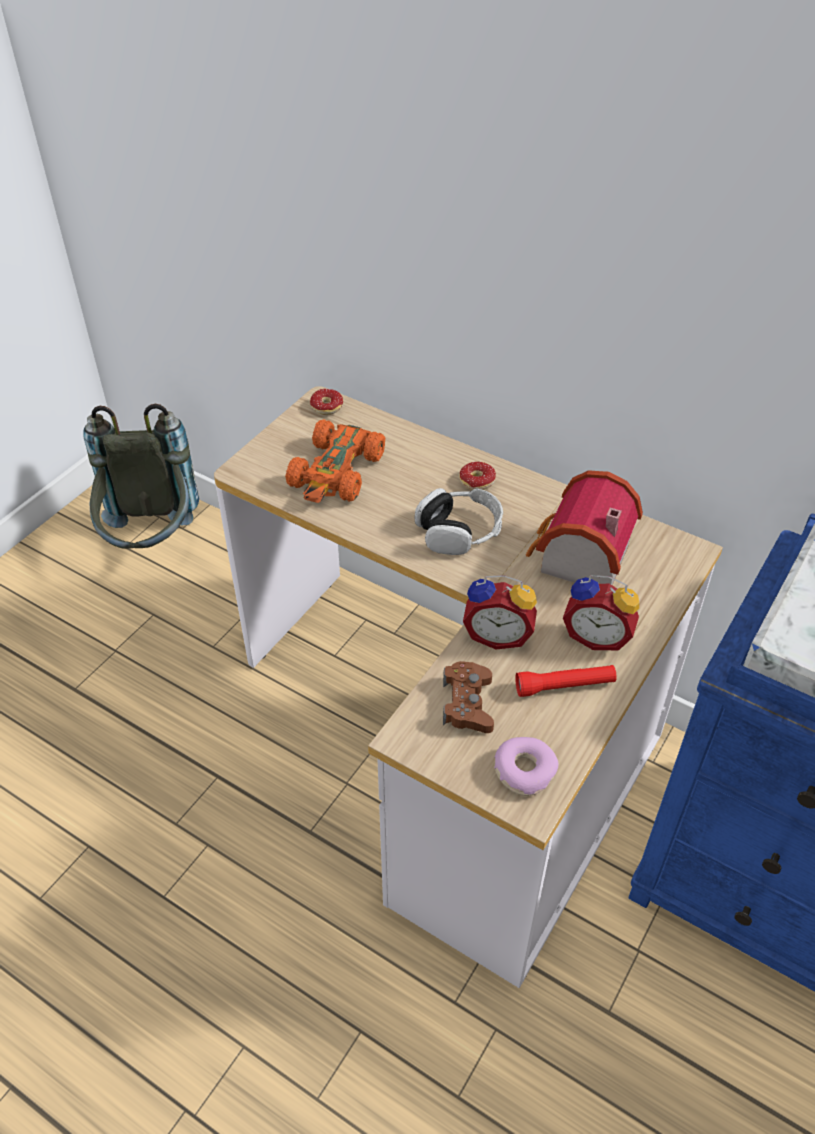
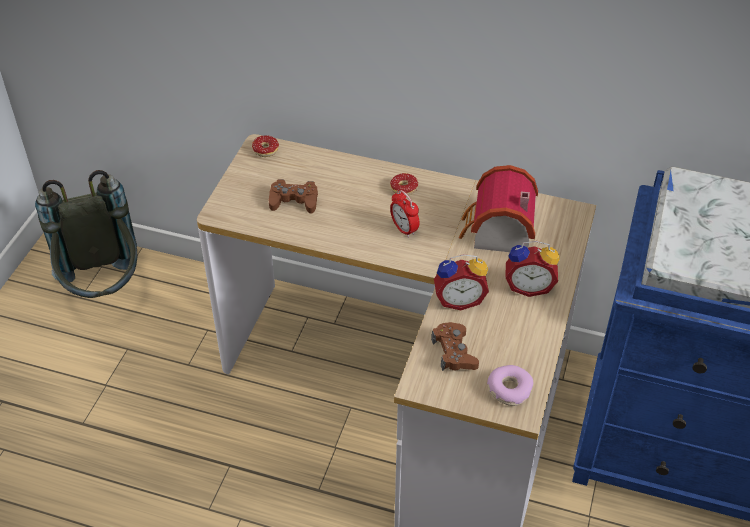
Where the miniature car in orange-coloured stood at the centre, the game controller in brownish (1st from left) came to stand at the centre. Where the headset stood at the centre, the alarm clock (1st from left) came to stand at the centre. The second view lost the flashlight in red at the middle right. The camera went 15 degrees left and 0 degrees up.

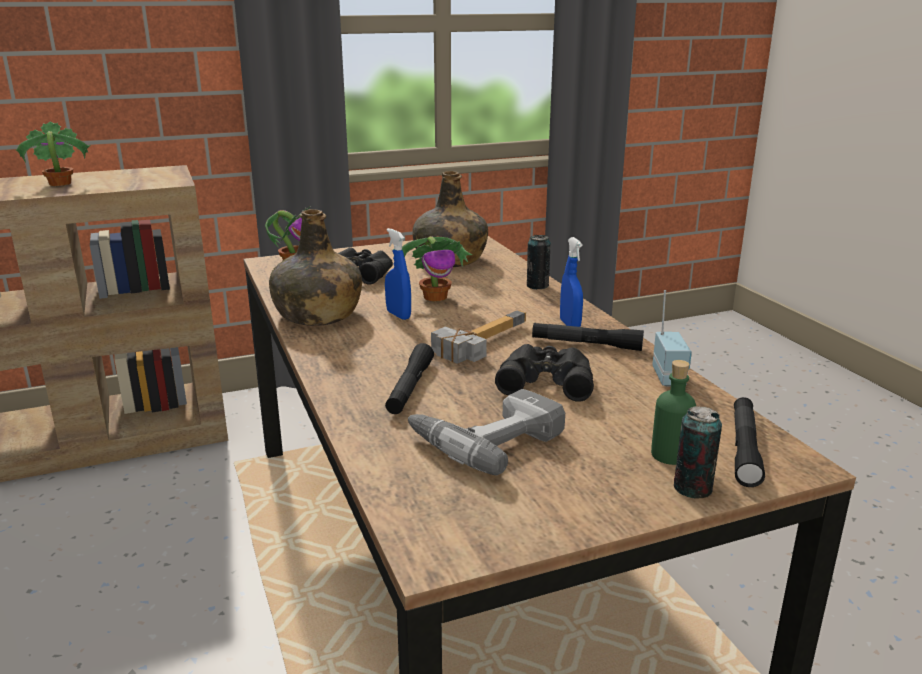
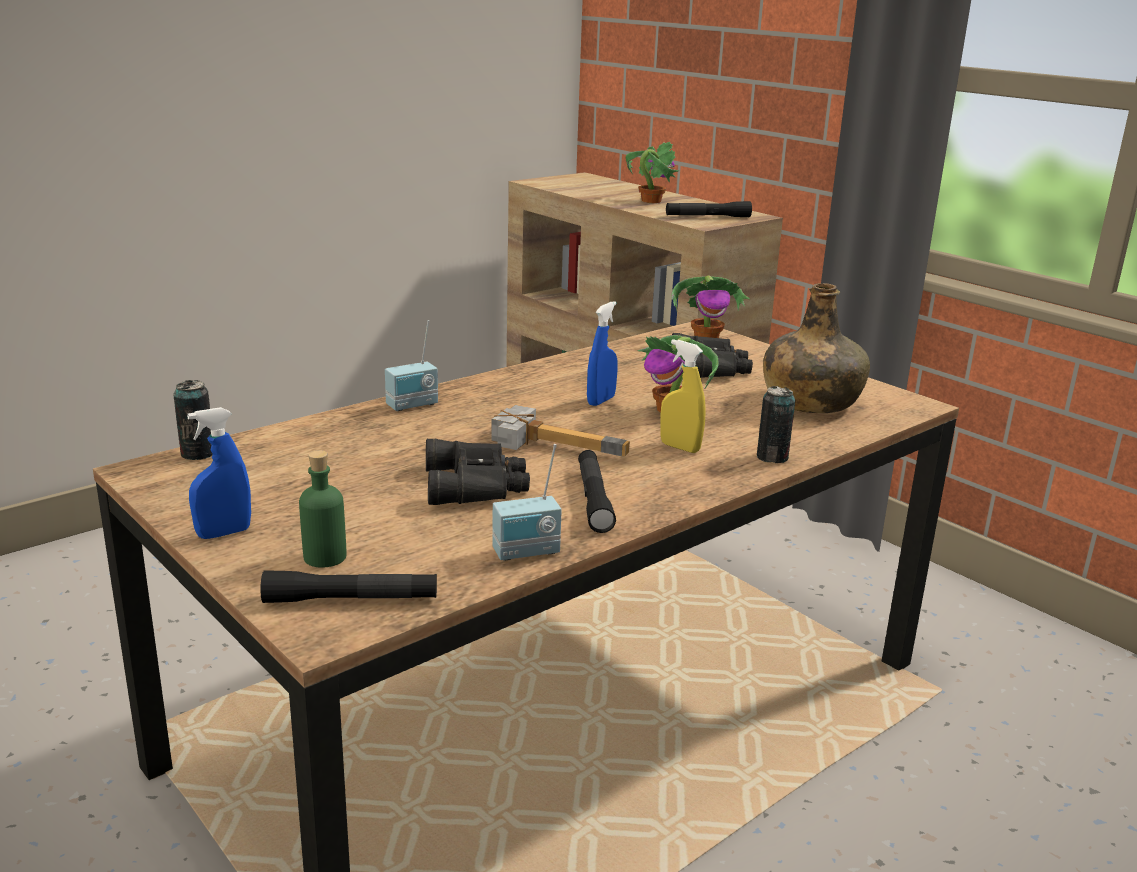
The sealed can (2nd from left in the first image) ended up elsewhere, having gone from the bottom right to the middle left. The spray bottle in blue (2nd from left in the first image) ended up elsewhere, having gone from the centre to the middle left. The second view gained the radio set (1st from left) at the centre. The second view gained the spray bottle in yellow at the centre. The flashlight in black-coloured (1st from left in the first image) ended up elsewhere, having gone from the centre to the top centre. The second view lost the drink bottle in green-coloured (1st from left) at the centre. The second view lost the electric drill at the centre. The camera went 70 degrees right and 0 degrees up.

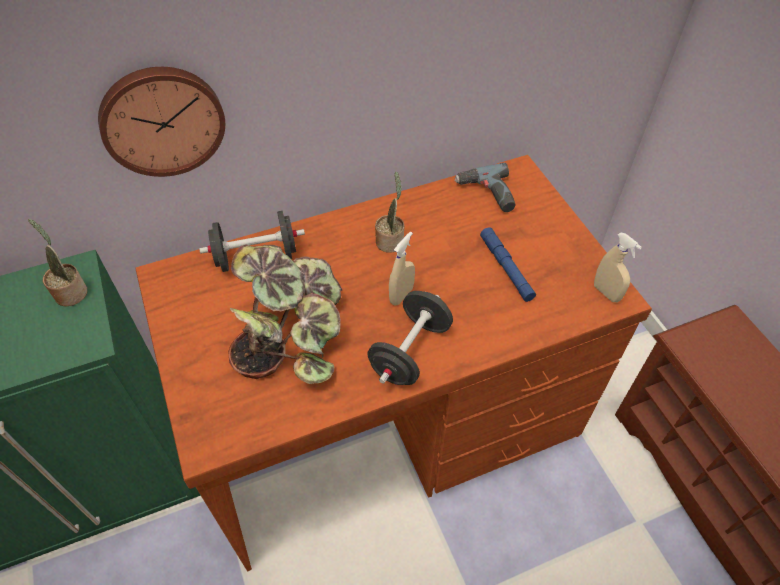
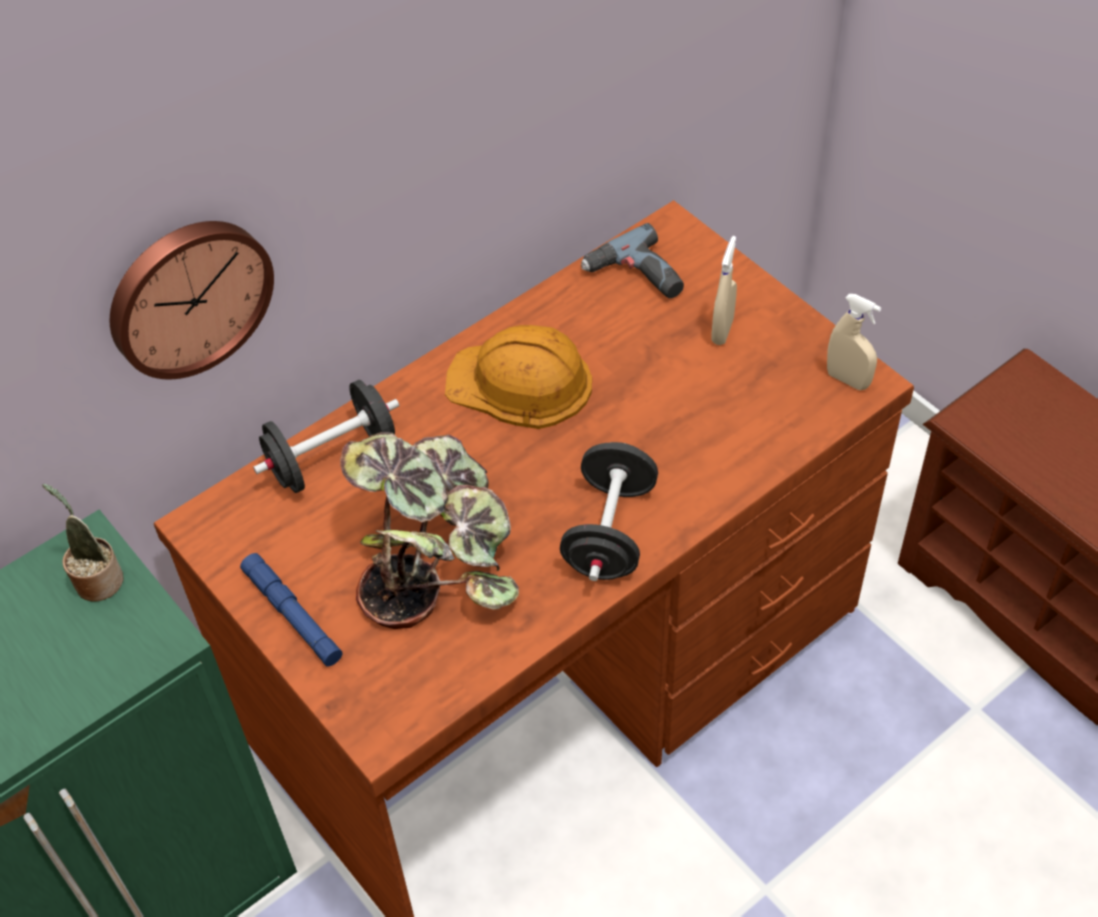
The flashlight in blue ended up elsewhere, having gone from the centre to the middle left. Where the potted plant (3rd from left) stood at the centre, the work helmet in orange-coloured came to stand at the centre. The spray bottle in beige-coloured (1st from left) ended up elsewhere, having gone from the centre to the top centre. The camera went 15 degrees left and 0 degrees up.

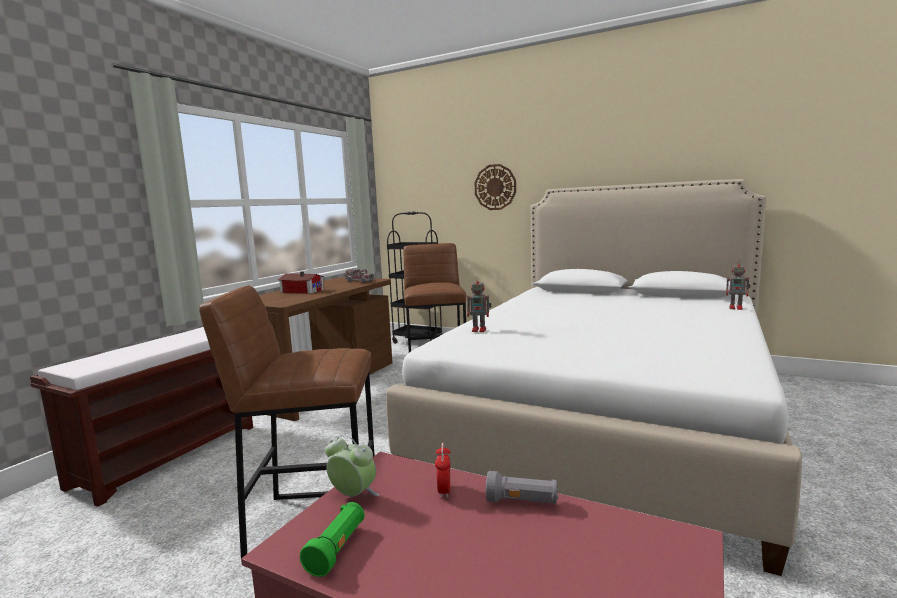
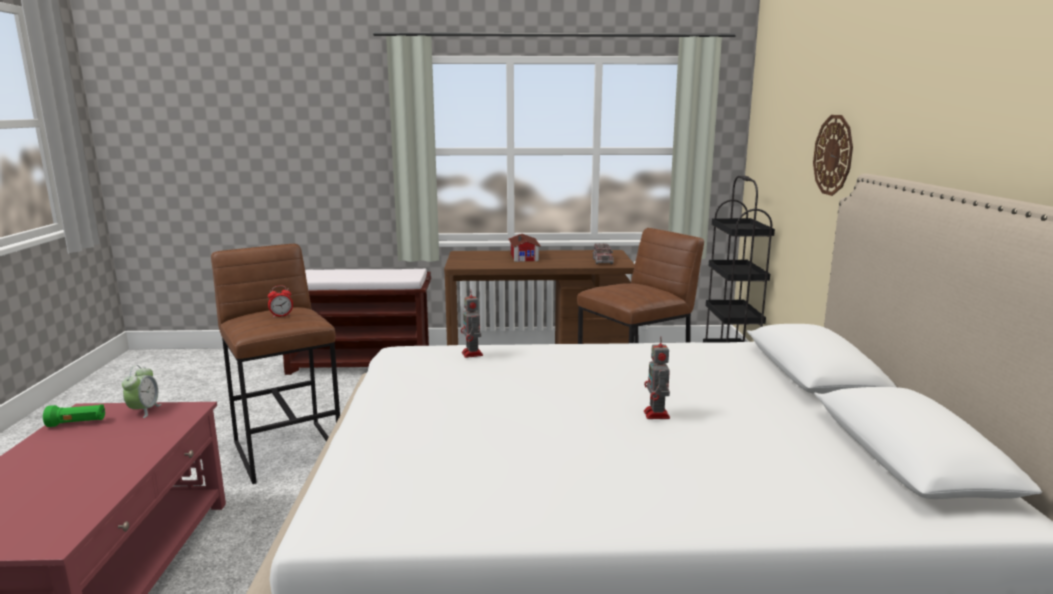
The alarm clock (2nd from left) ended up elsewhere, having gone from the bottom centre to the middle left. The robot figure (2nd from left) ended up elsewhere, having gone from the middle right to the centre. The second view lost the flashlight in greyish at the bottom centre. The camera went 60 degrees right and 5 degrees up.

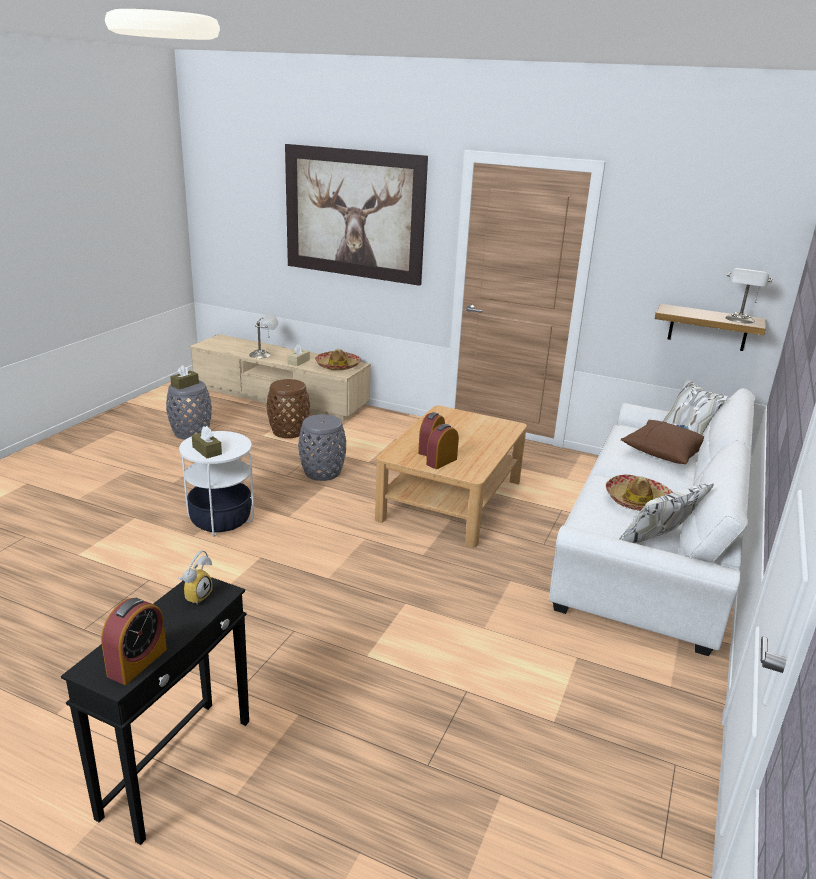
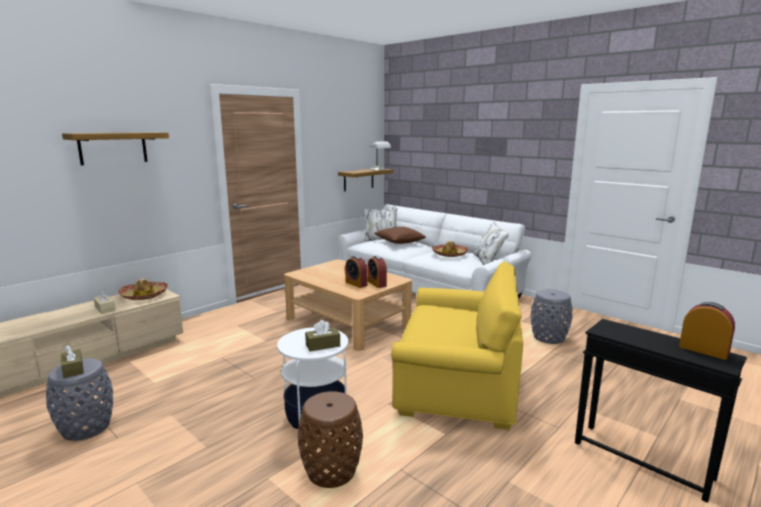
Where the picture hung at the top centre, the wall shelf (1st from left) came to hang at the top left. The stool seat in brownish ended up elsewhere, having gone from the centre to the bottom centre. The second view gained the armchair in yellow at the bottom centre. The stool seat in greyish (2nd from left) ended up elsewhere, having gone from the centre to the middle right. The second view lost the alarm clock (2nd from left) at the middle left. The second view lost the table lamp in white (1st from left) at the middle left. The camera went 70 degrees left and 10 degrees down.

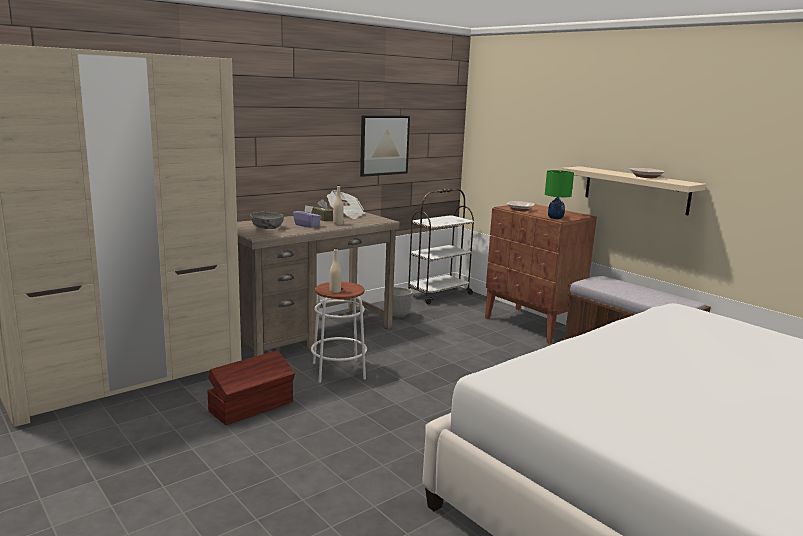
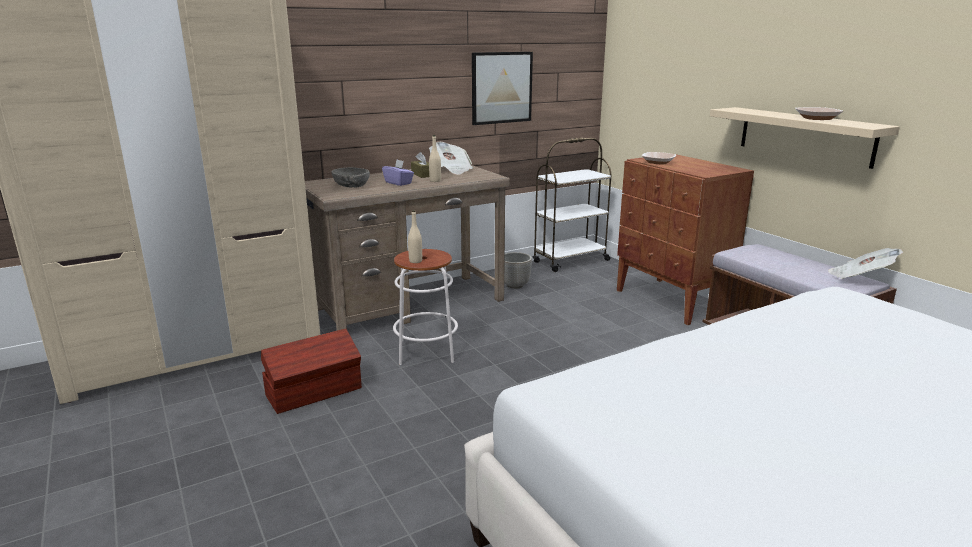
The second view gained the newspaper (2nd from left) at the middle right. The second view lost the table lamp in green-coloured at the middle right. The camera went 10 degrees right and 5 degrees up.

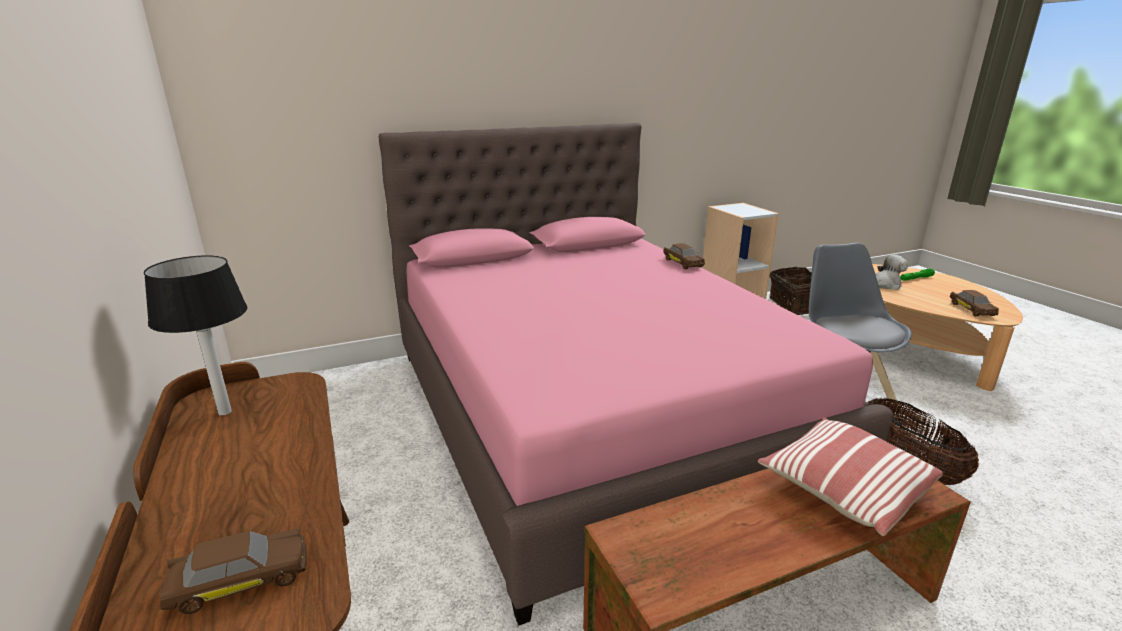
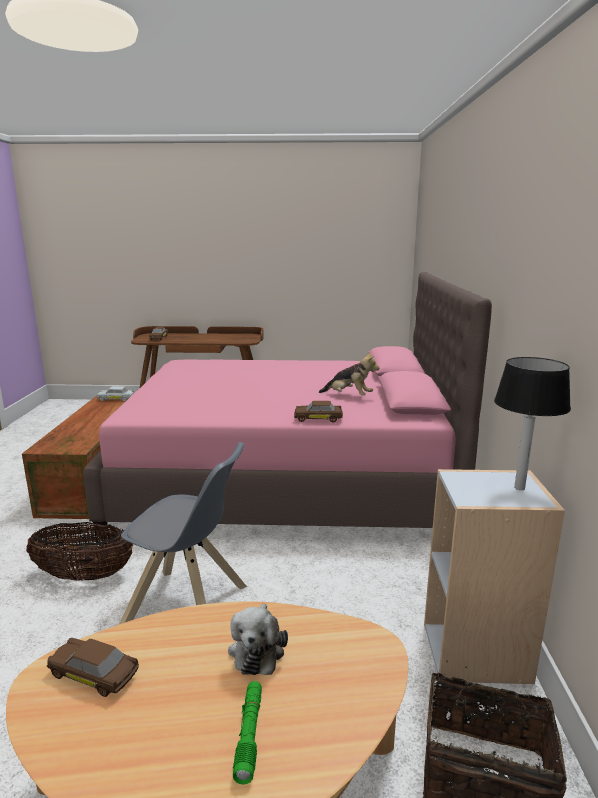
The second view gained the miniature car in white at the middle left. The second view gained the plush toy (2nd from left) at the centre. The table lamp ended up elsewhere, having gone from the middle left to the middle right. The second view lost the cushion at the bottom right. The camera went 115 degrees right and 5 degrees down.

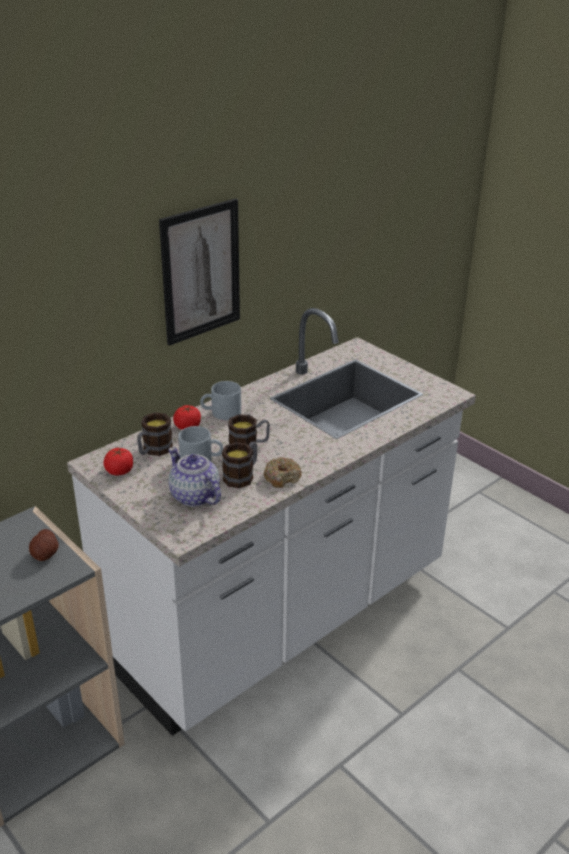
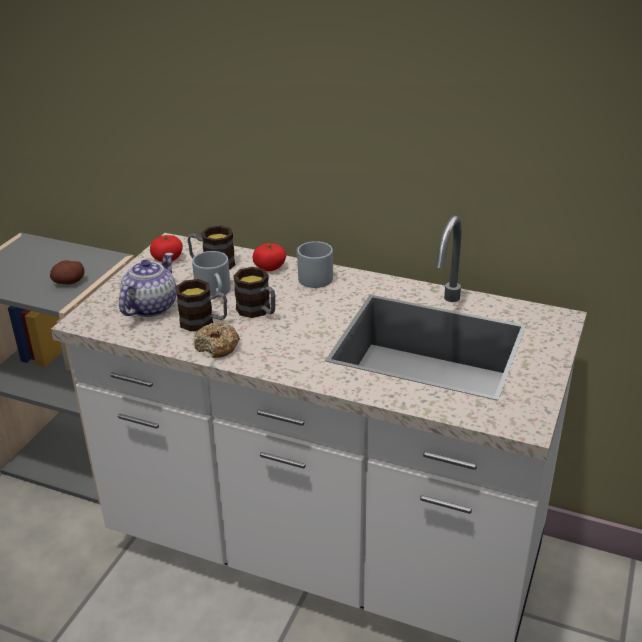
The second view lost the picture at the top centre. The camera went 65 degrees right and 0 degrees up.

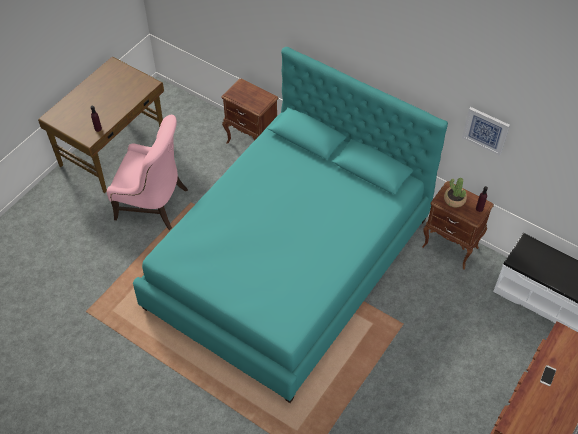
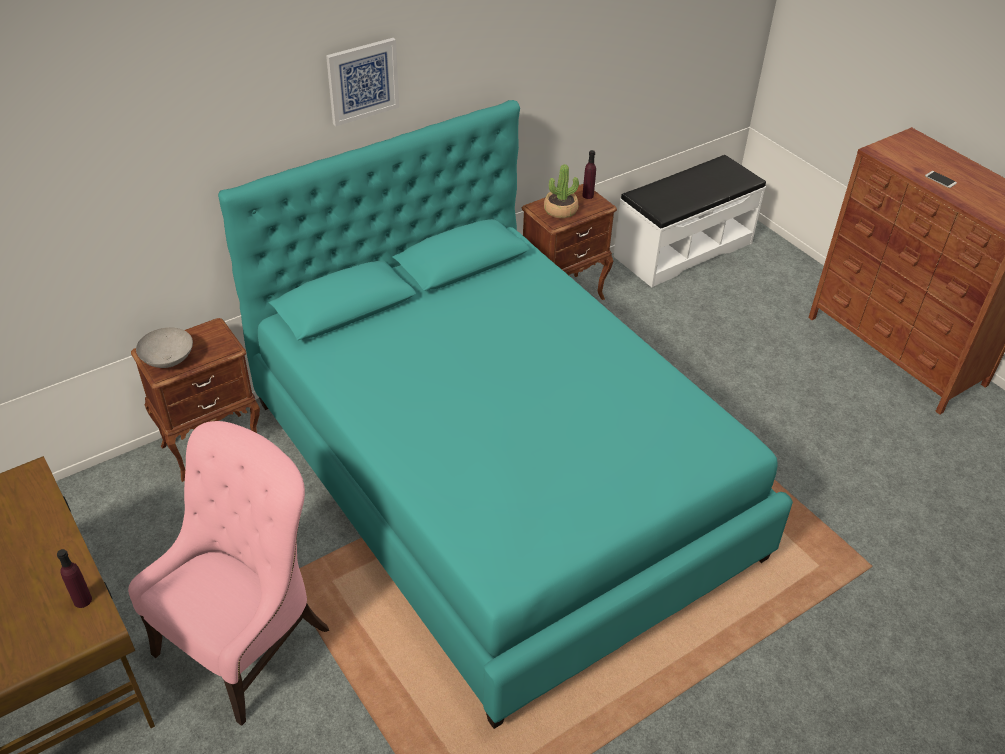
The second view gained the bowl in greyish at the middle left. The picture ended up elsewhere, having gone from the top right to the top centre. The camera went 70 degrees left and 10 degrees down.

